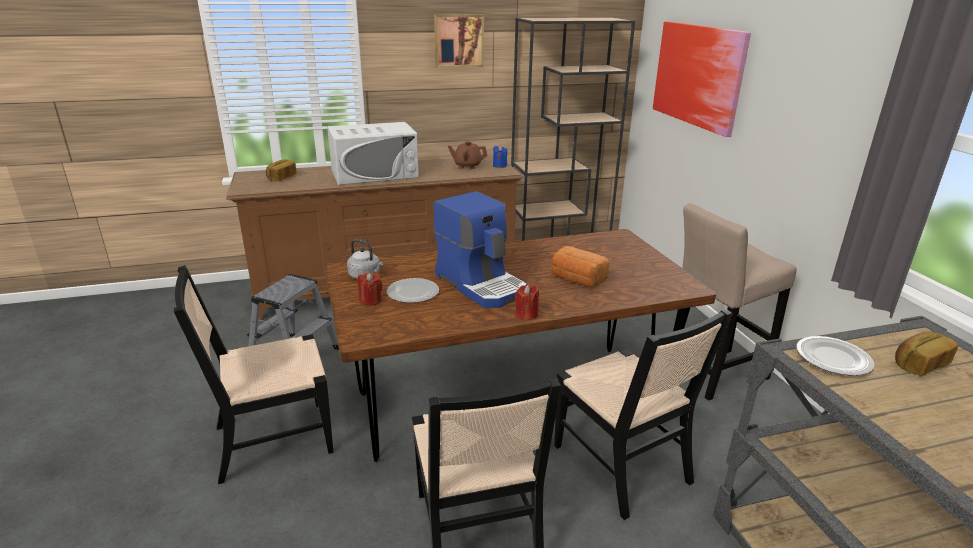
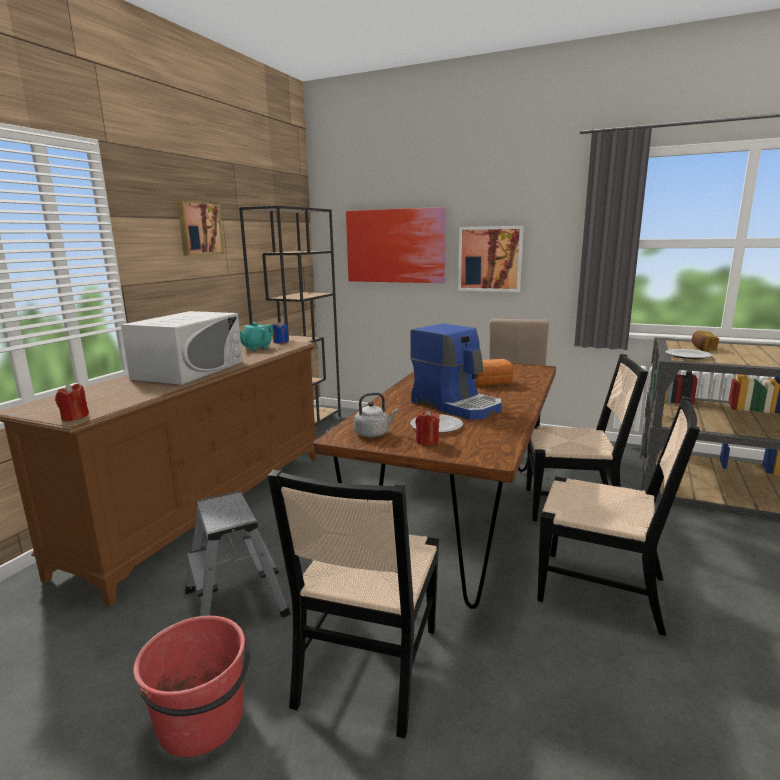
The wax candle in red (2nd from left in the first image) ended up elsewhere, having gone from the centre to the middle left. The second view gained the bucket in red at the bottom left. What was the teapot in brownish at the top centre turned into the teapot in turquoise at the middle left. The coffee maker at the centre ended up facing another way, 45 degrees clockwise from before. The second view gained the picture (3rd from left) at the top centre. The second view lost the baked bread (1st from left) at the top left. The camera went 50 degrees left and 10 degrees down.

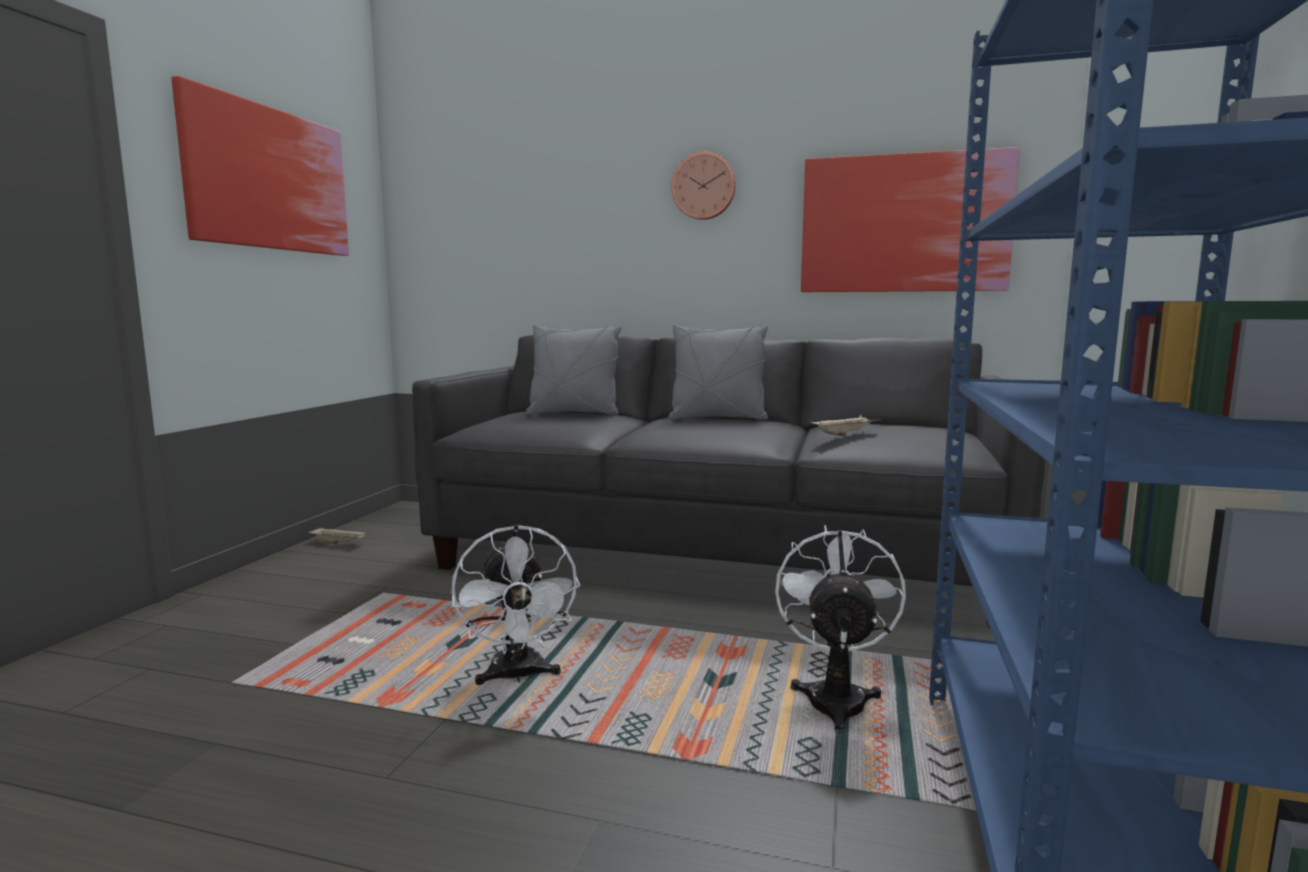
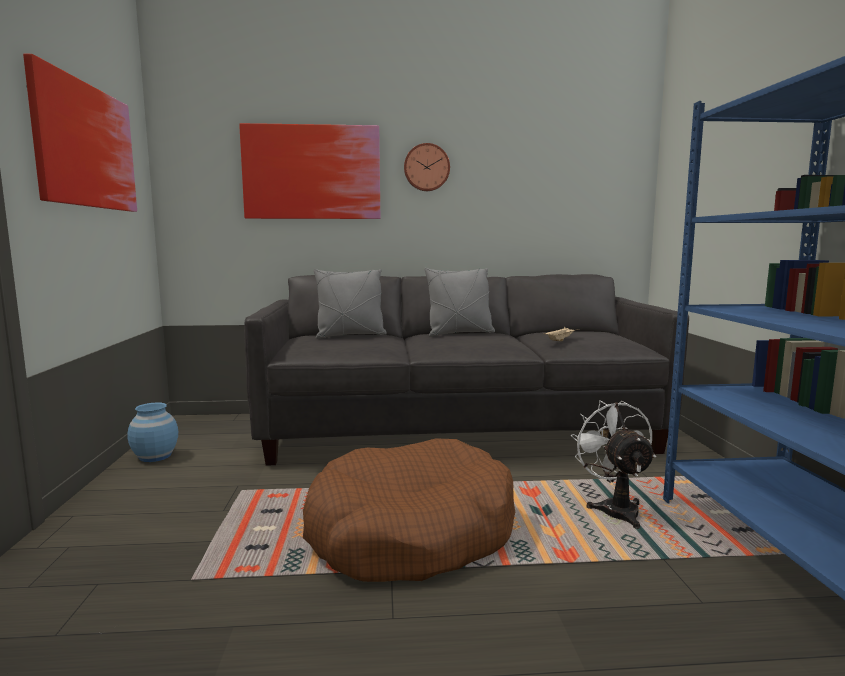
Where the tray in beige-coloured (1st from left) stood at the middle left, the vase in blue came to stand at the middle left. The picture (2nd from left) ended up elsewhere, having gone from the top right to the top centre. Where the fan in white (1st from left) stood at the bottom centre, the pet bed in brownish came to stand at the bottom centre. The camera went 20 degrees left and 0 degrees up.

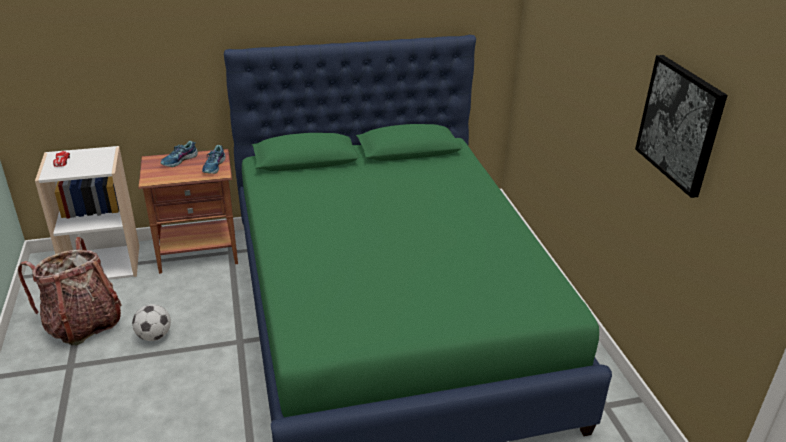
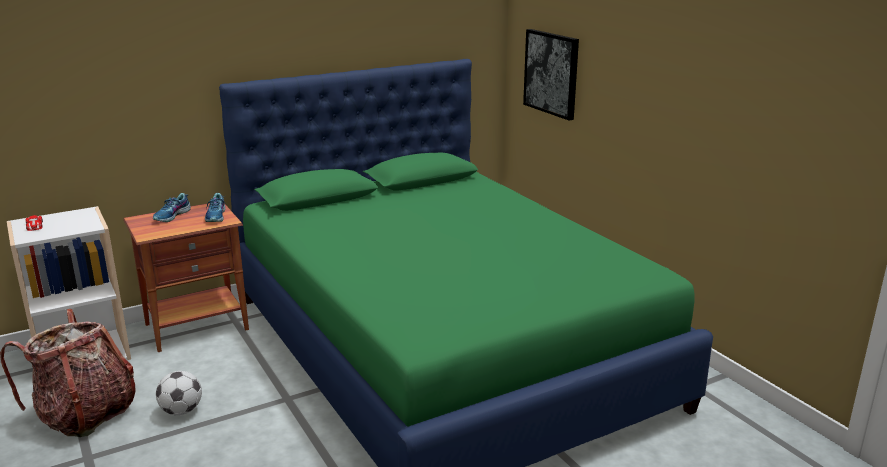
The picture ended up elsewhere, having gone from the top right to the top centre. The camera went 15 degrees left and 10 degrees down.

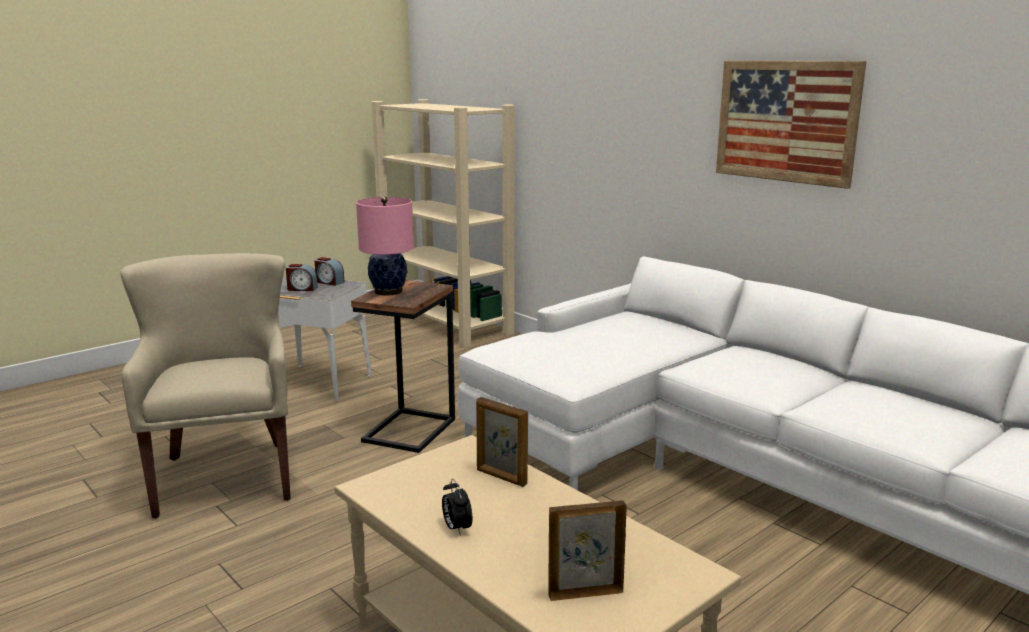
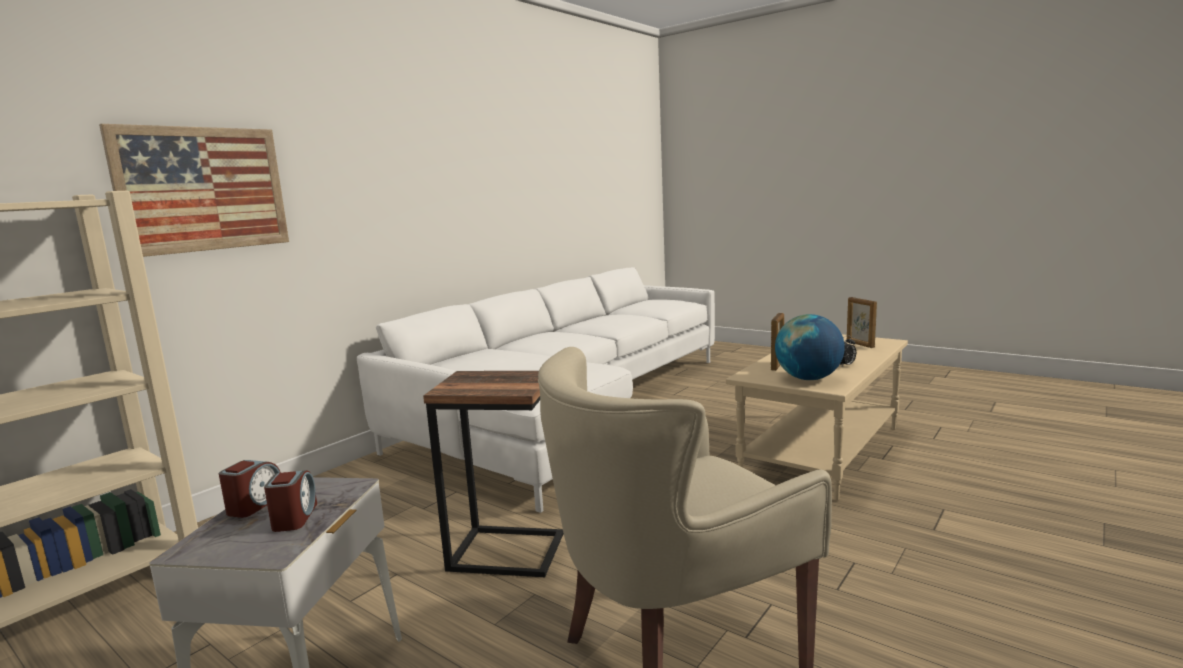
The picture ended up elsewhere, having gone from the top right to the top left. The second view gained the globe at the middle right. The second view lost the table lamp in pink at the centre. The camera went 100 degrees left and 5 degrees down.

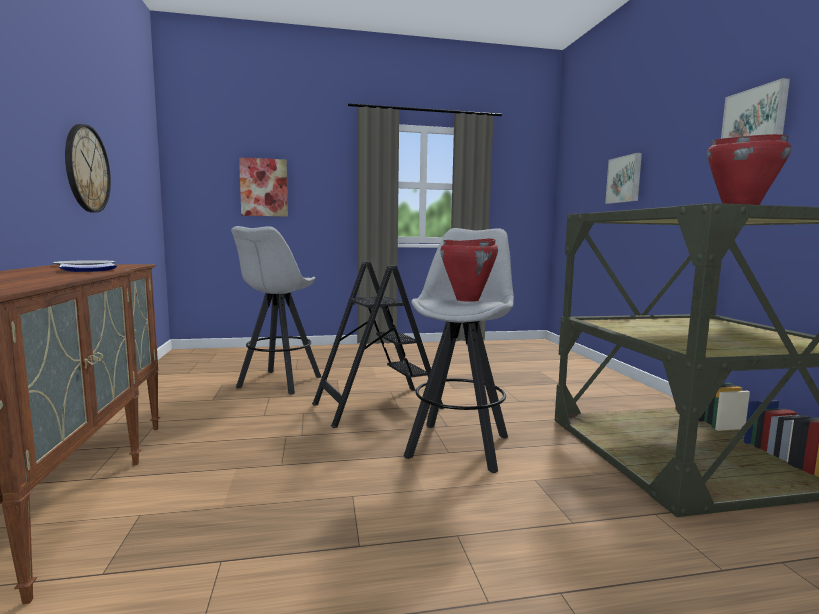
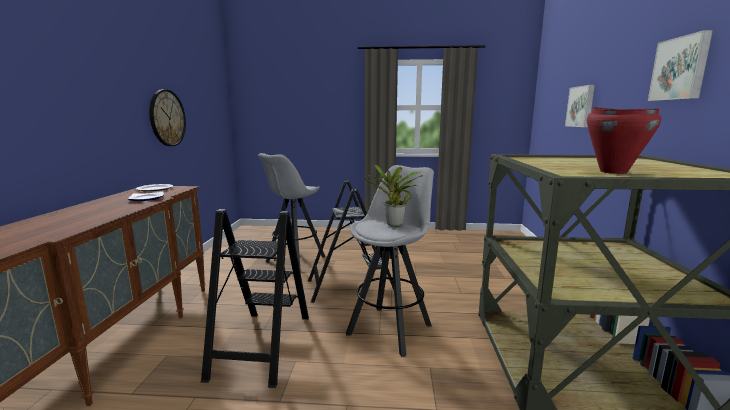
The second view gained the step stool in black-coloured (1st from left) at the bottom centre. Where the cooking pot in red (1st from left) stood at the centre, the potted plant came to stand at the centre. The second view lost the picture (1st from left) at the top left. The camera went 15 degrees right and 5 degrees up.

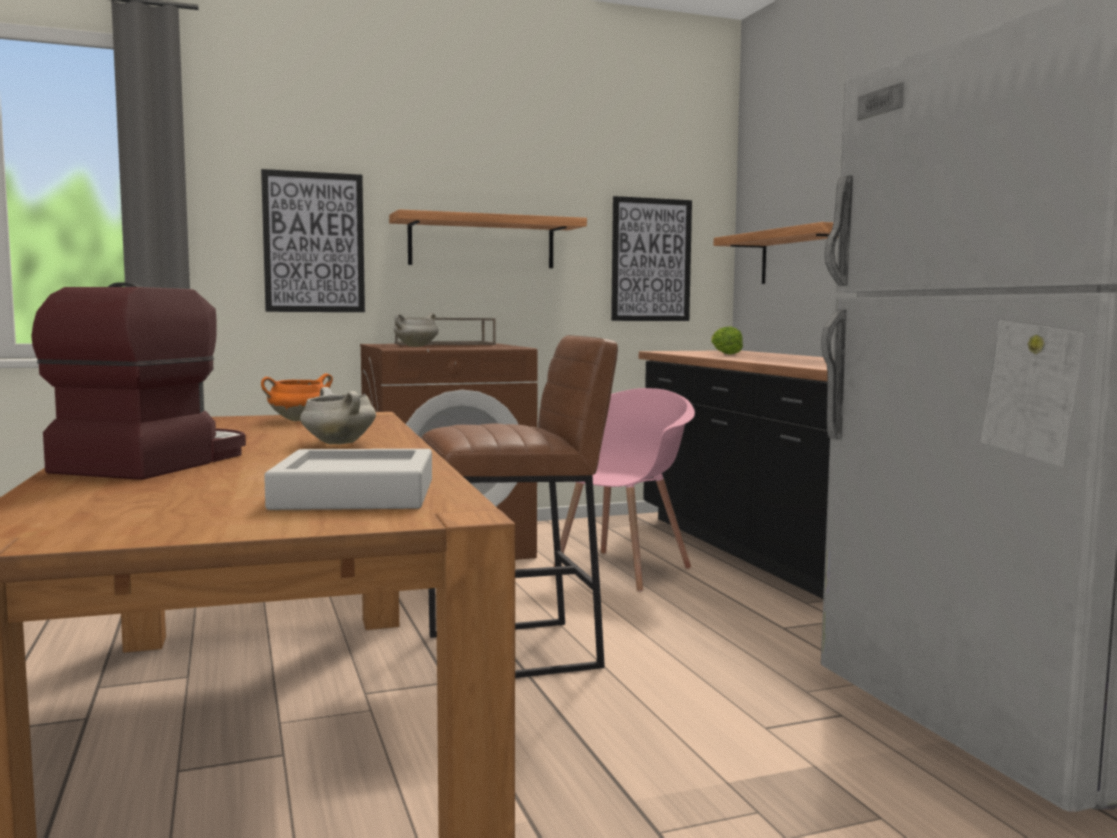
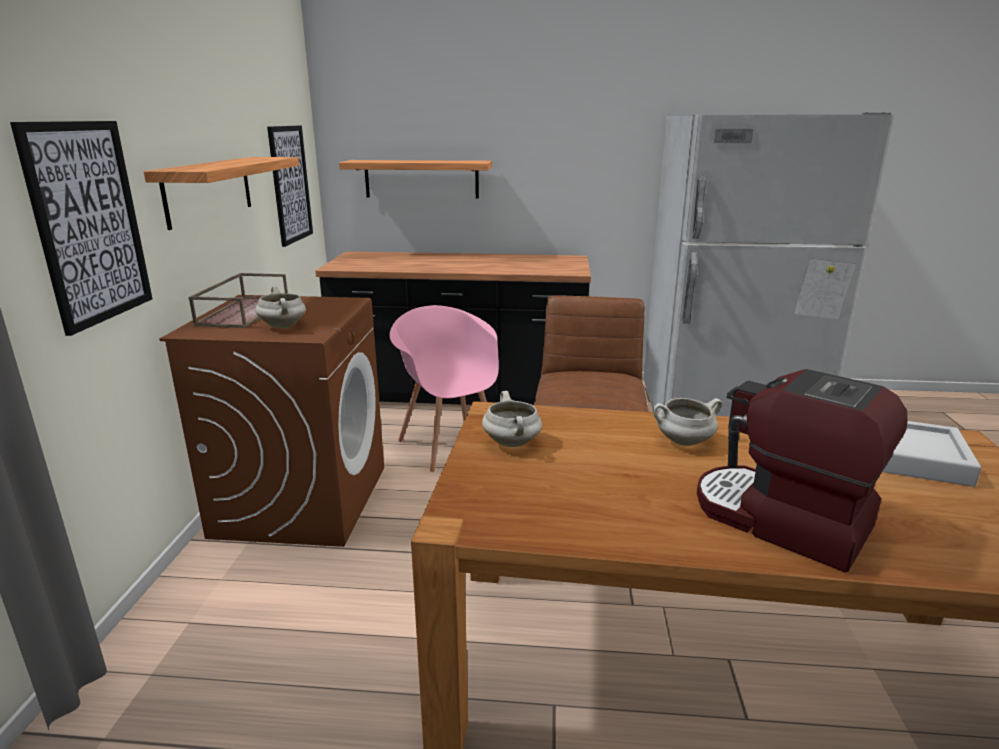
What was the cooking pot in orange-coloured at the middle left turned into the cooking pot in white (2nd from left) at the centre. The second view lost the lettuce at the centre. The camera went 65 degrees left and 15 degrees up.

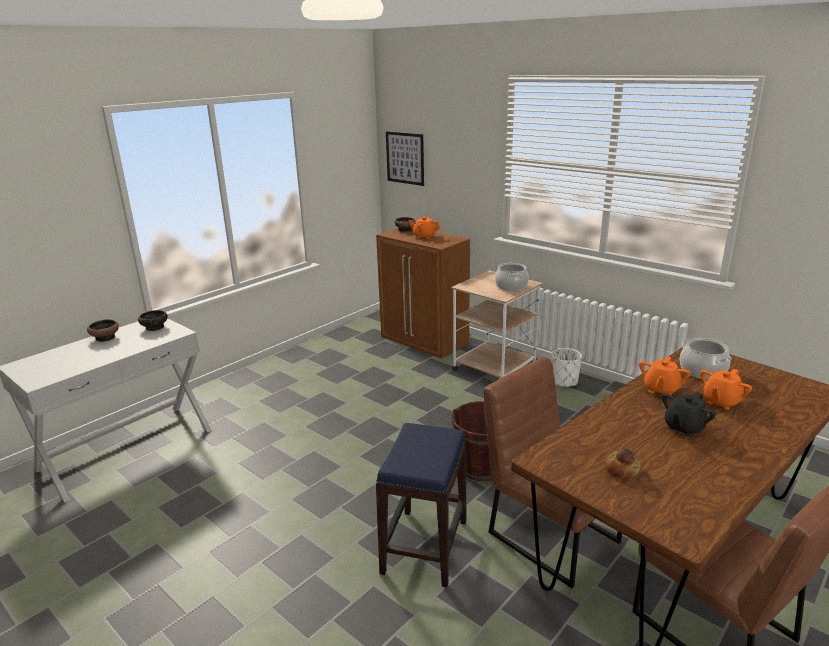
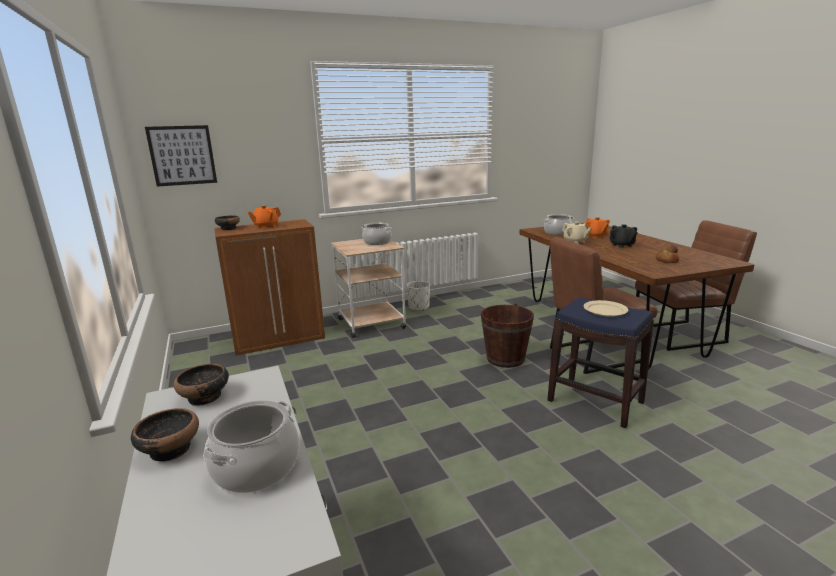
The second view gained the cooking pot (1st from left) at the bottom left. What was the teapot in orange-coloured (2nd from left) at the middle right turned into the teapot in beige-coloured at the middle right. The second view gained the dinner plate in beige-coloured at the middle right. The camera went 65 degrees left and 5 degrees down.

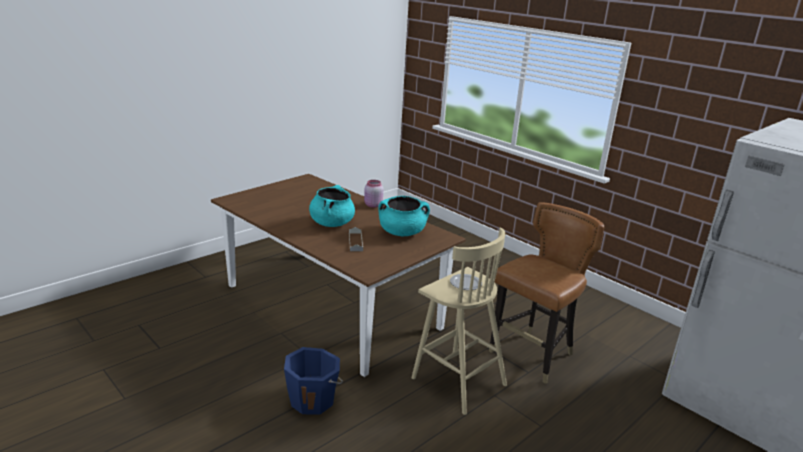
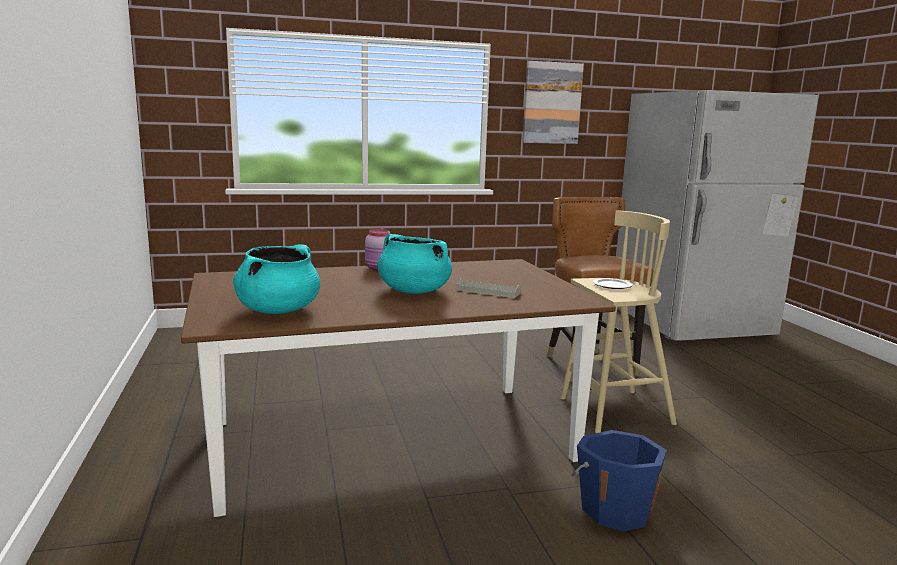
The cooking pot in turquoise (2nd from left in the first image) ended up elsewhere, having gone from the centre to the middle left. The second view gained the picture at the top centre. The camera went 60 degrees left and 10 degrees down.

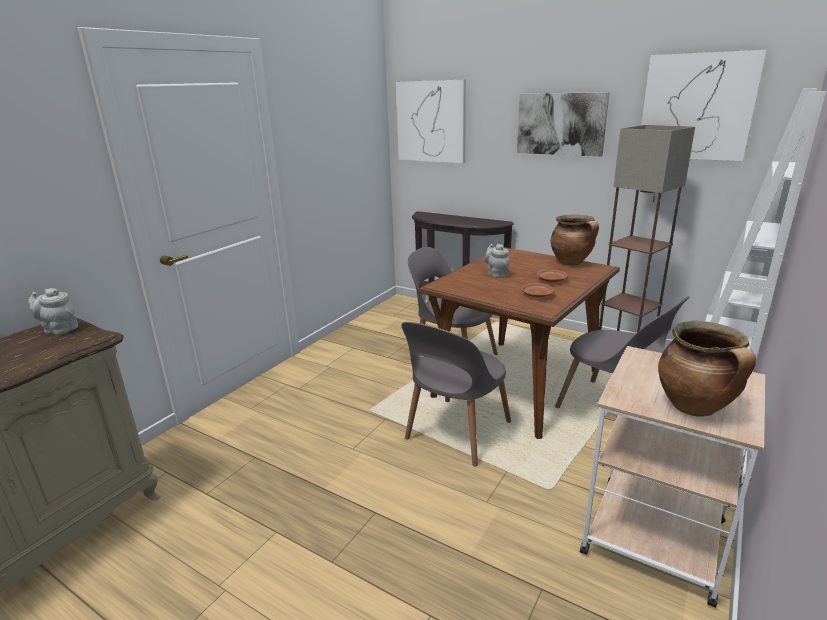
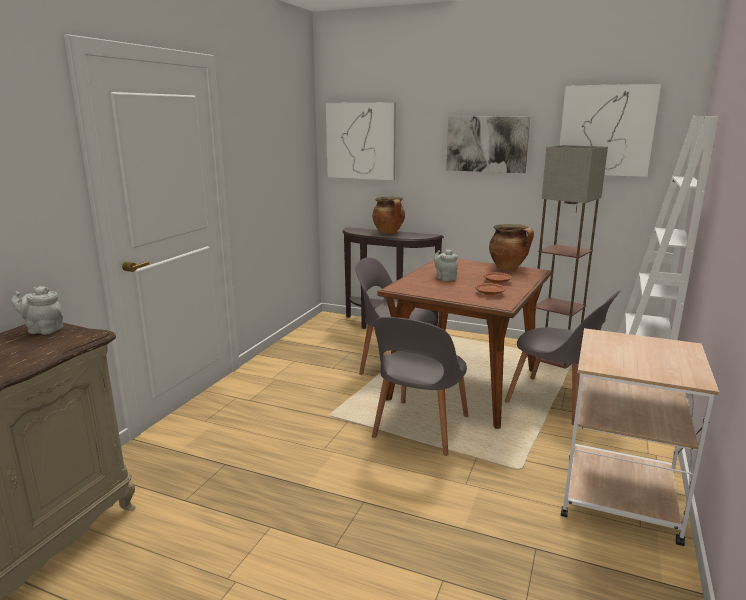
The cooking pot (2nd from left in the first image) ended up elsewhere, having gone from the middle right to the centre. The camera went 10 degrees left and 5 degrees down.

